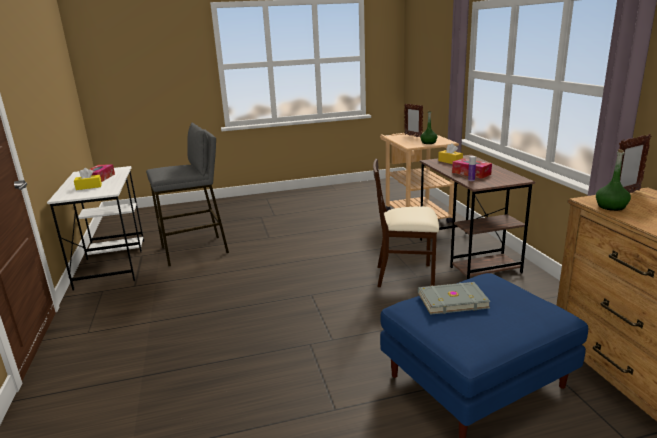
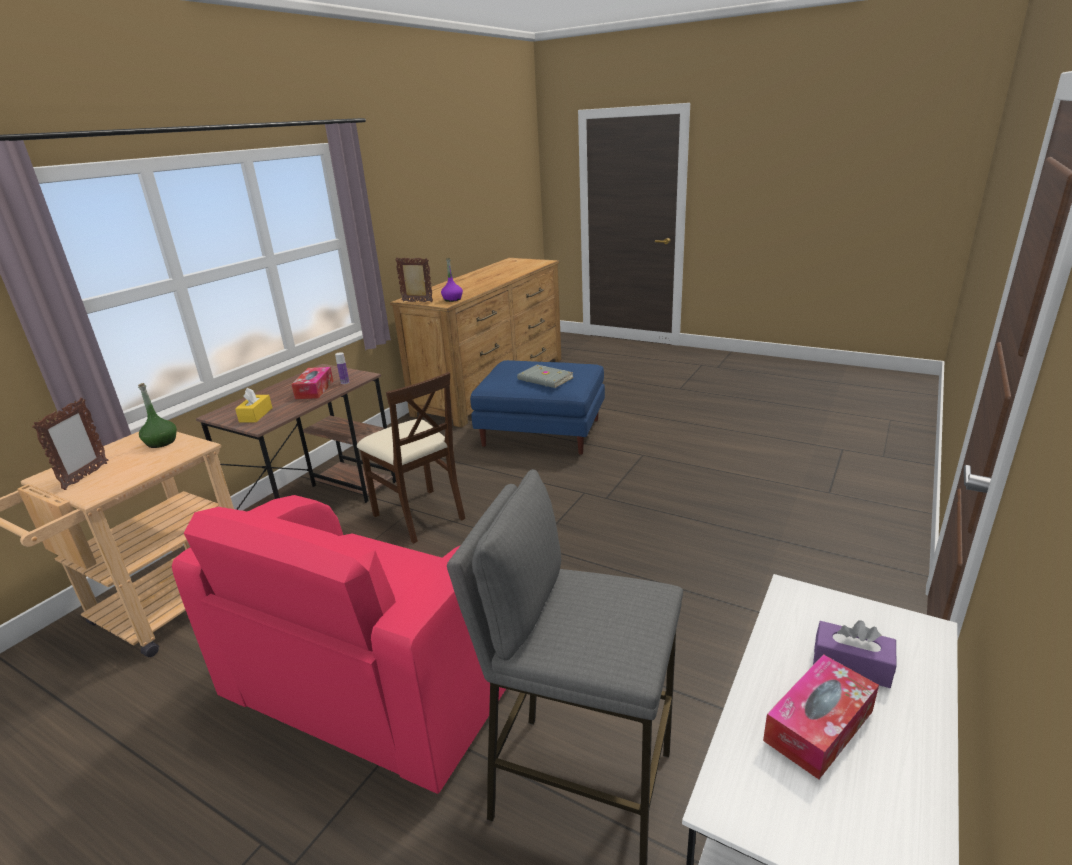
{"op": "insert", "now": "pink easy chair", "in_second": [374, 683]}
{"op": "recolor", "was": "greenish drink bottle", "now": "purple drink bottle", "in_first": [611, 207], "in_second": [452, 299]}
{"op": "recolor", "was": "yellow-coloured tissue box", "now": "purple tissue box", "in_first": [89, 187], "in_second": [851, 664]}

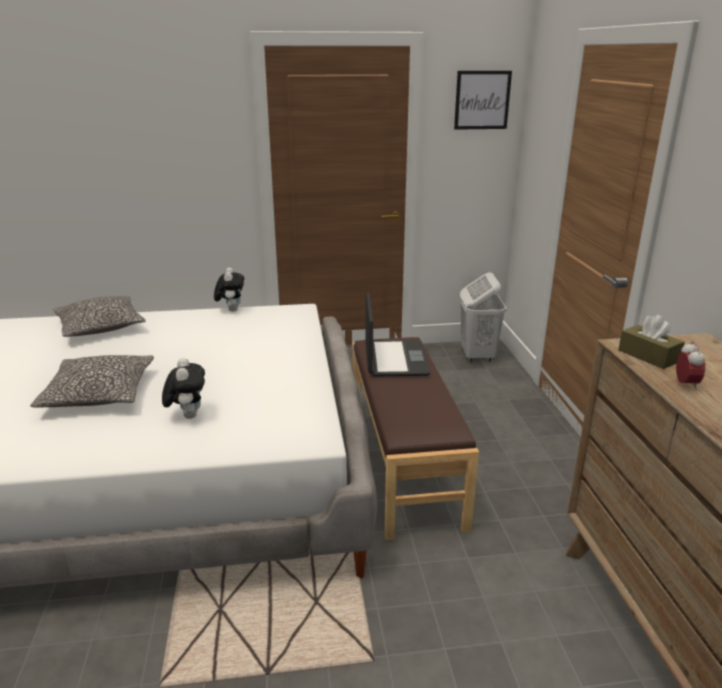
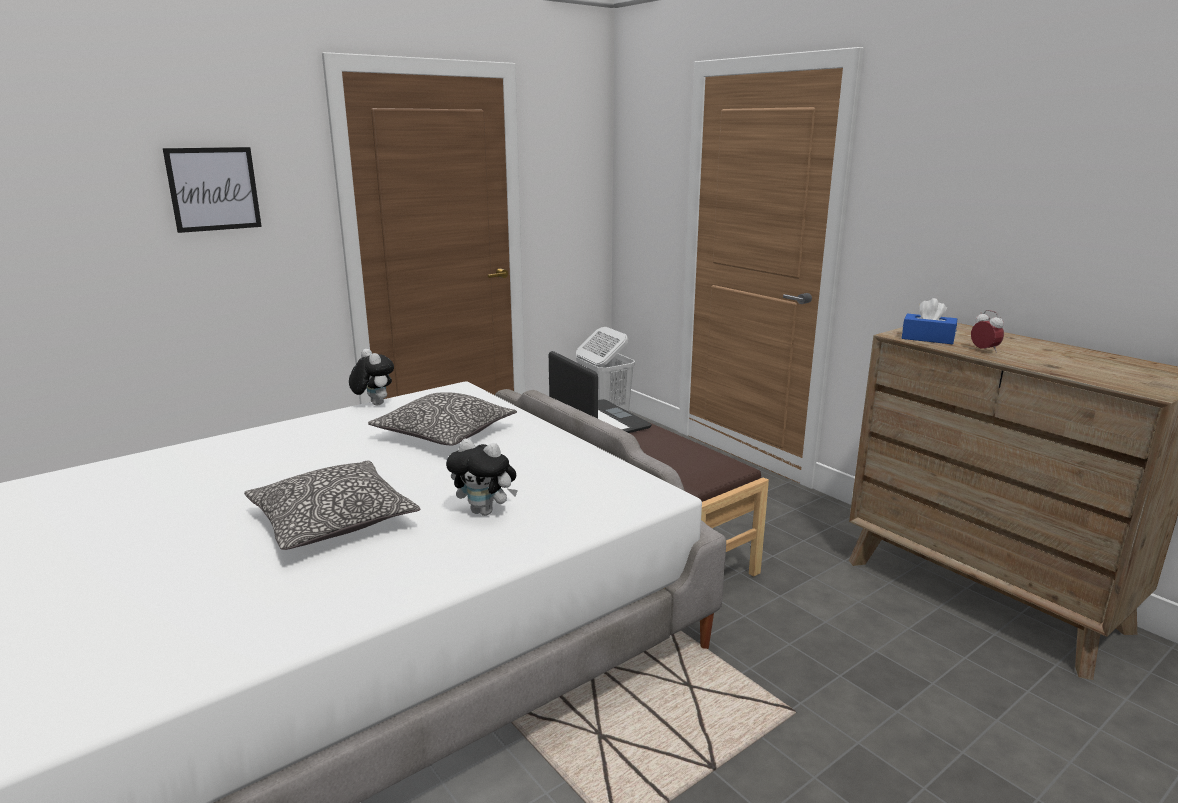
{"op": "move", "was": "wall art", "in_first": [482, 100], "in_second": [214, 189]}
{"op": "move", "was": "cushion", "in_first": [100, 327], "in_second": [444, 434]}
{"op": "rotate", "was": "cuddly toy", "in_first": [187, 415], "in_second": [485, 512], "clockwise": 150}
{"op": "recolor", "was": "brownish tissue box", "now": "blue tissue box", "in_first": [648, 356], "in_second": [927, 338]}

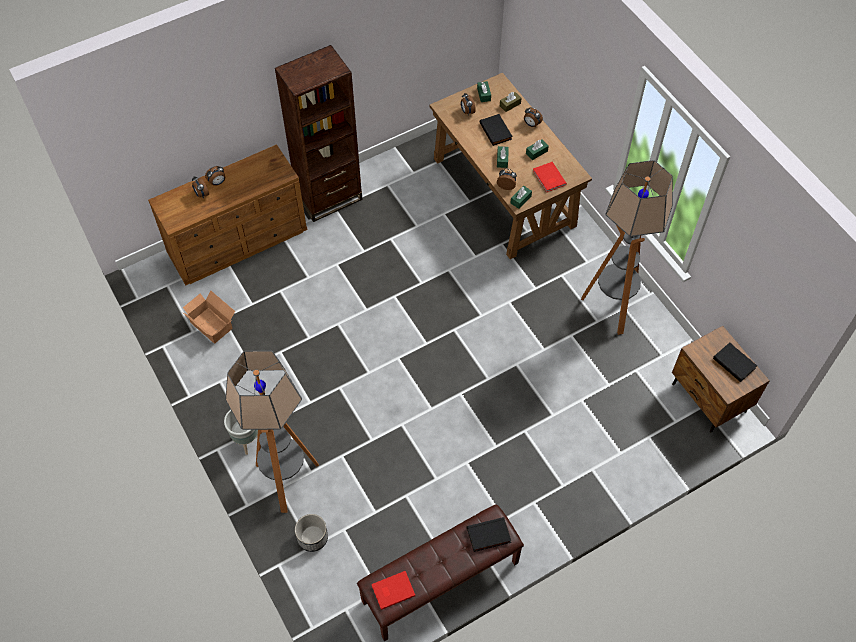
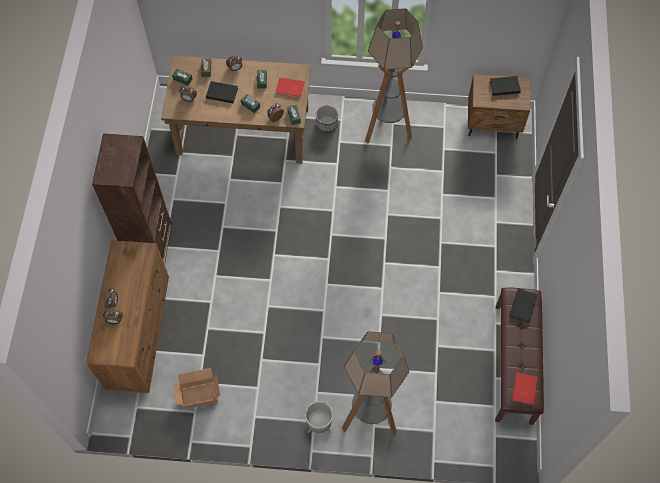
{"op": "move", "was": "planter", "in_first": [312, 538], "in_second": [327, 124]}

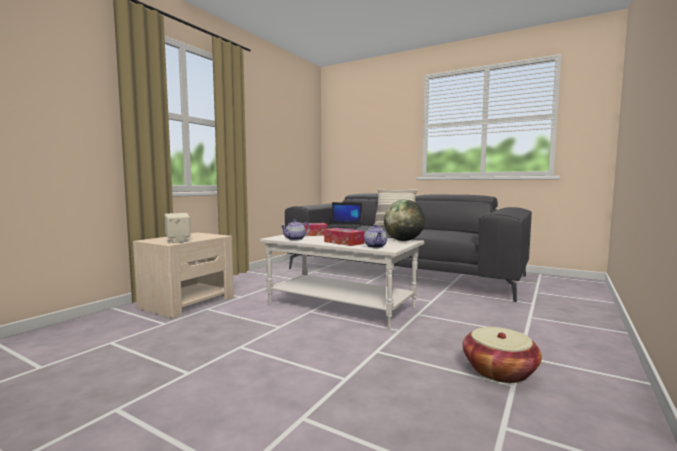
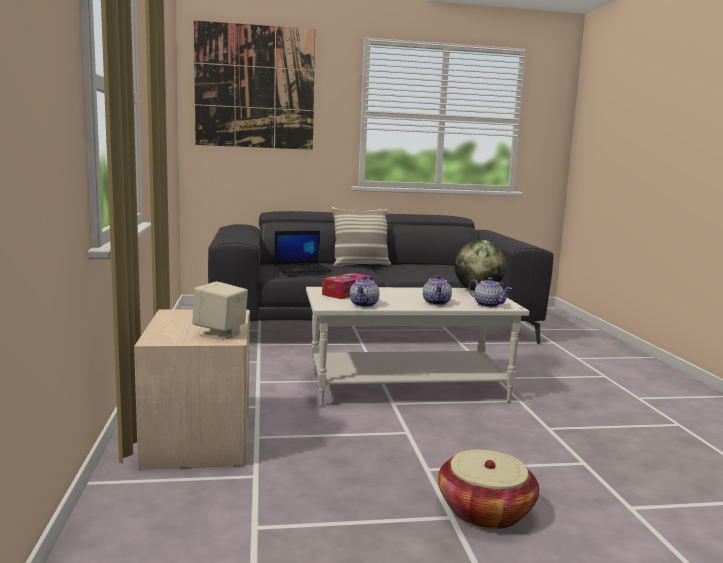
{"op": "insert", "now": "wall art", "in_second": [255, 87]}
{"op": "replace", "was": "tissue box", "now": "tea pot", "in_first": [344, 242], "in_second": [437, 303]}
{"op": "move", "was": "storage basket", "in_first": [499, 371], "in_second": [485, 511]}

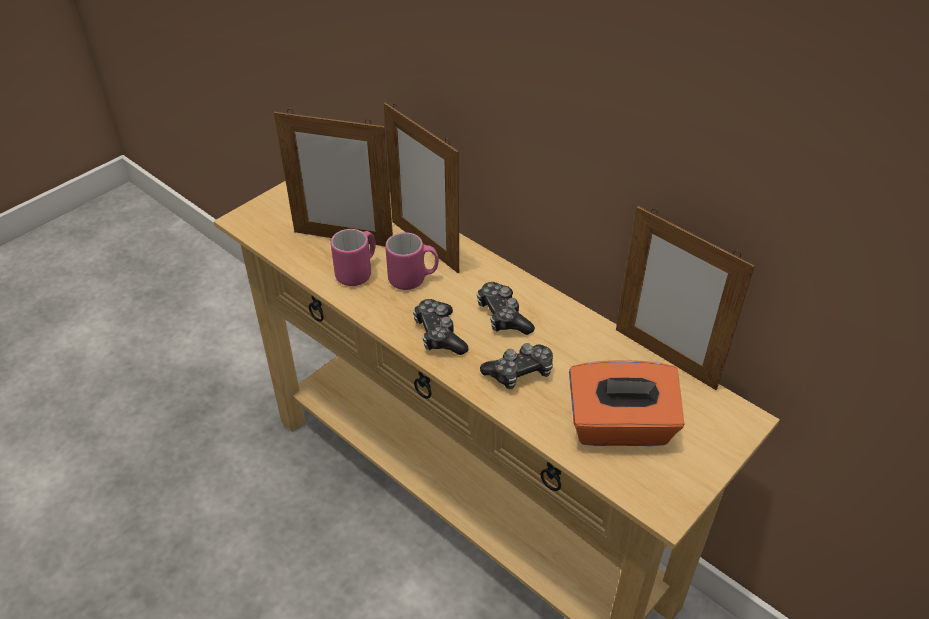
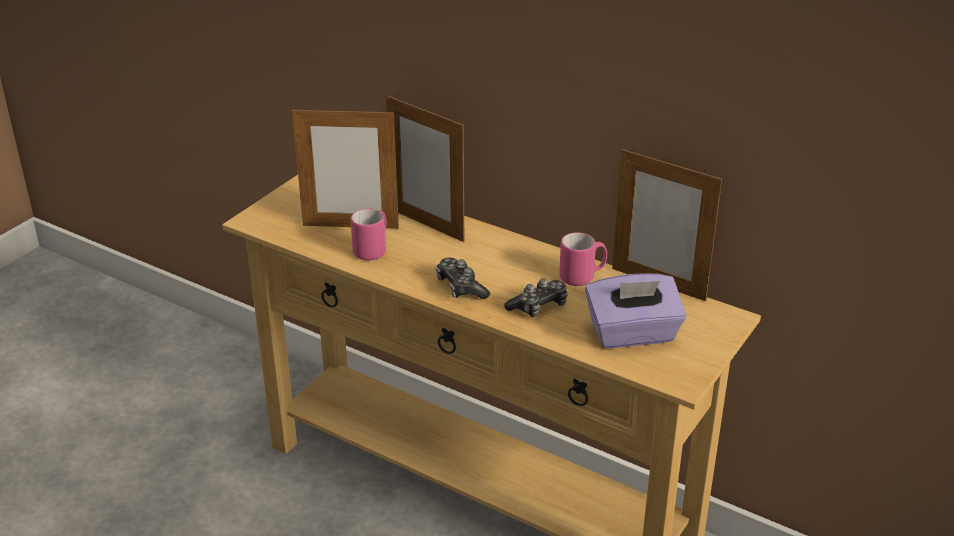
{"op": "move", "was": "pink mug", "in_first": [413, 279], "in_second": [582, 277]}
{"op": "recolor", "was": "orange tissue box", "now": "purple tissue box", "in_first": [620, 427], "in_second": [632, 334]}
{"op": "delete", "was": "game controller", "in_first": [503, 316]}

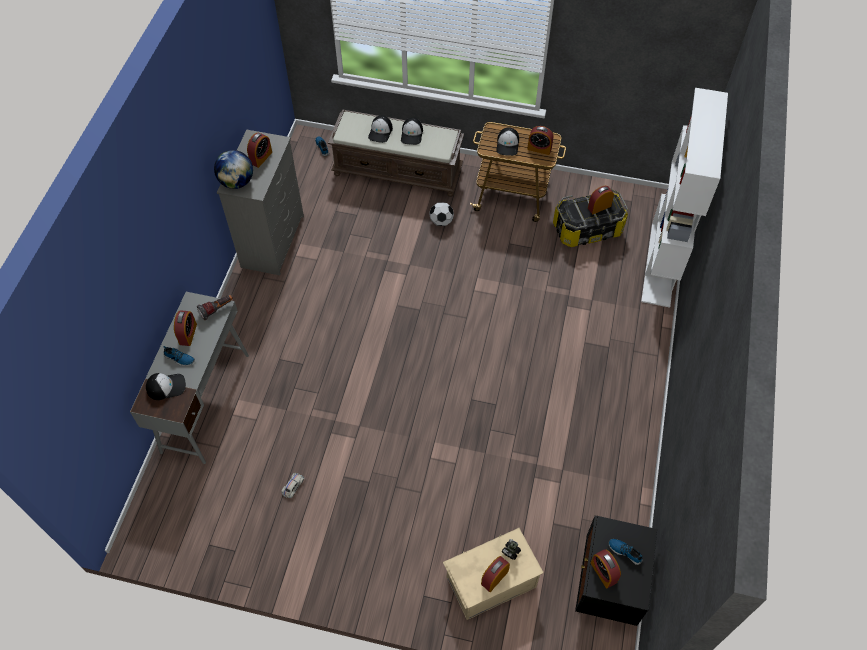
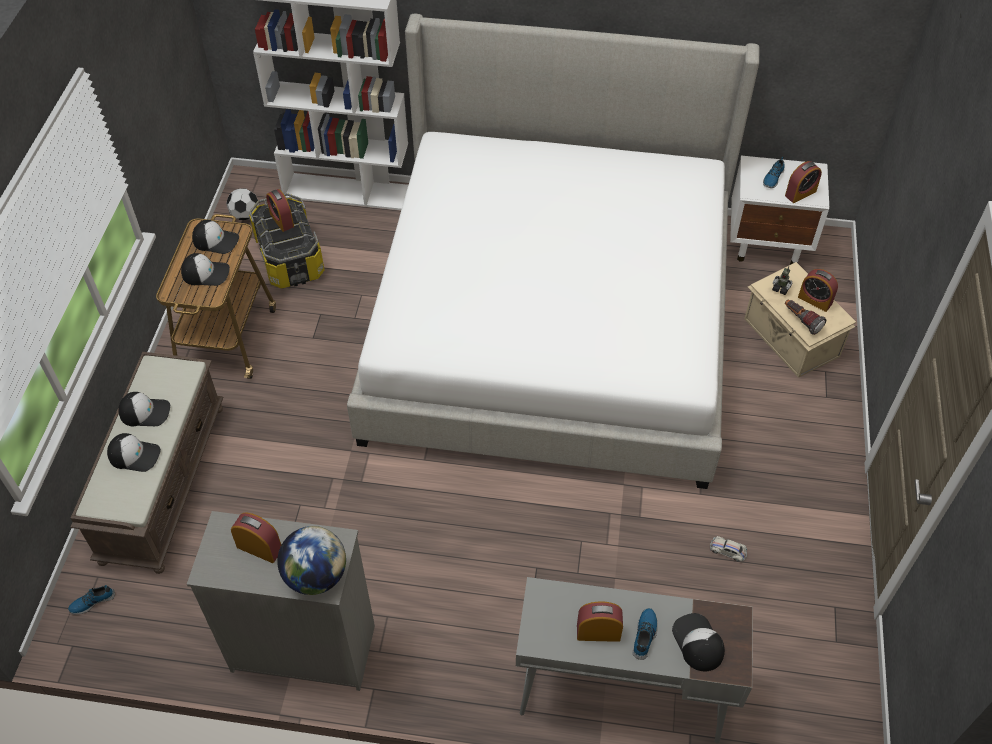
{"op": "replace", "was": "alarm clock", "now": "cap", "in_first": [539, 149], "in_second": [216, 240]}
{"op": "move", "was": "football ball", "in_first": [441, 222], "in_second": [245, 215]}
{"op": "insert", "now": "bed", "in_second": [551, 323]}
{"op": "recolor", "was": "black night table", "now": "whitish night table", "in_first": [607, 588], "in_second": [768, 244]}
{"op": "move", "was": "hand torch", "in_first": [217, 310], "in_second": [801, 321]}

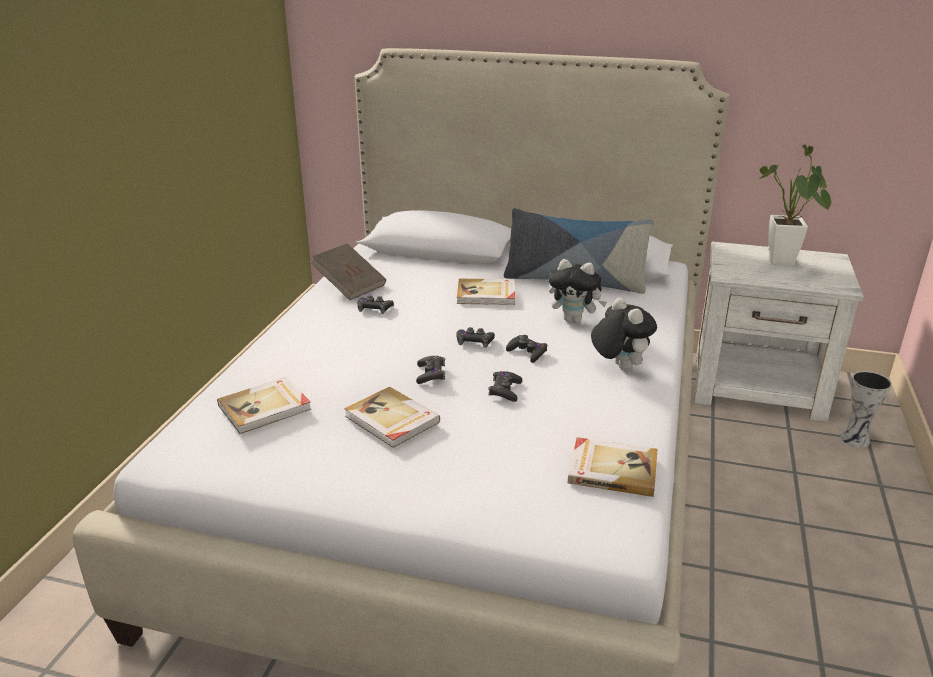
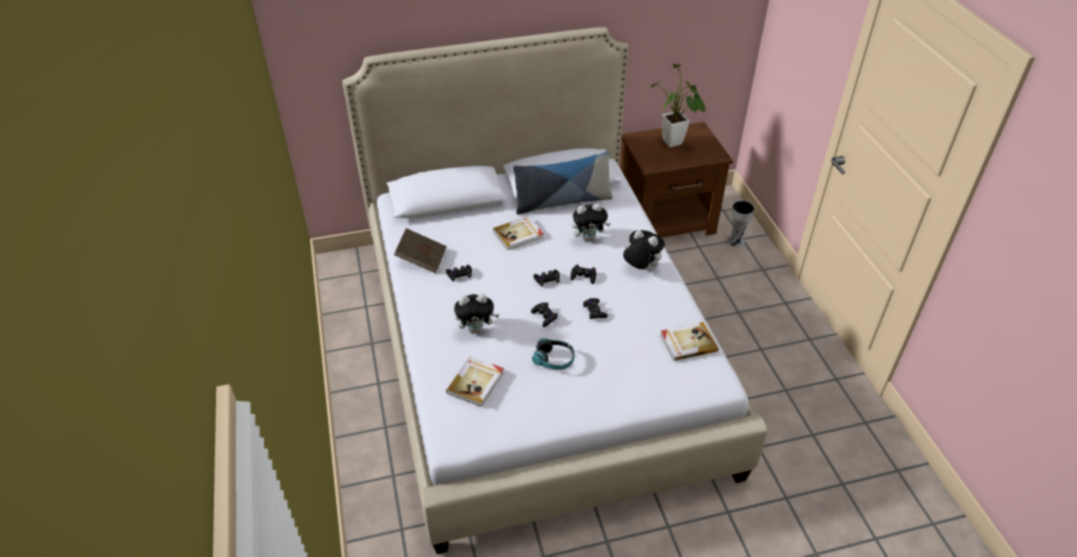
{"op": "insert", "now": "cuddly toy", "in_second": [476, 329]}
{"op": "replace", "was": "book", "now": "headphones", "in_first": [391, 420], "in_second": [554, 359]}
{"op": "recolor", "was": "whitish night table", "now": "brownish night table", "in_first": [759, 388], "in_second": [667, 220]}

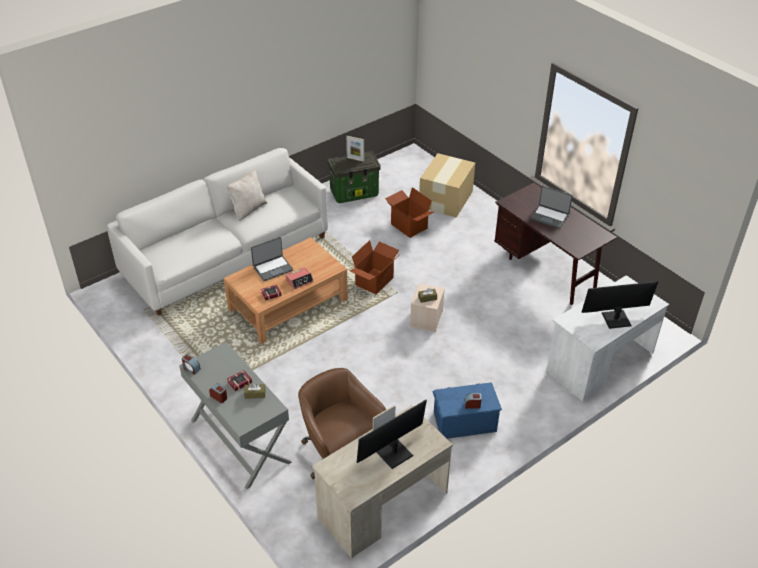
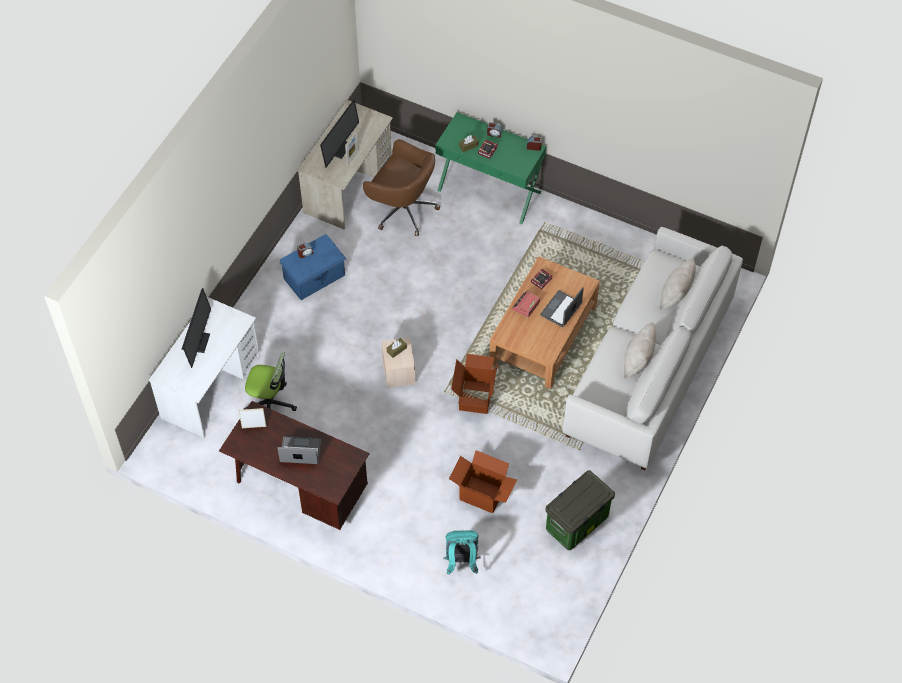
{"op": "rotate", "was": "computer screen", "in_first": [616, 318], "in_second": [196, 341], "clockwise": -45}
{"op": "move", "was": "photo frame", "in_first": [355, 159], "in_second": [254, 426]}
{"op": "insert", "now": "office chair", "in_second": [270, 404]}
{"op": "recolor", "was": "grey console table", "now": "greenish console table", "in_first": [240, 441], "in_second": [489, 190]}
{"op": "replace", "was": "packing box", "now": "turquoise-coloured knapsack", "in_first": [446, 199], "in_second": [461, 562]}
{"op": "insert", "now": "beige cushion", "in_second": [675, 296]}

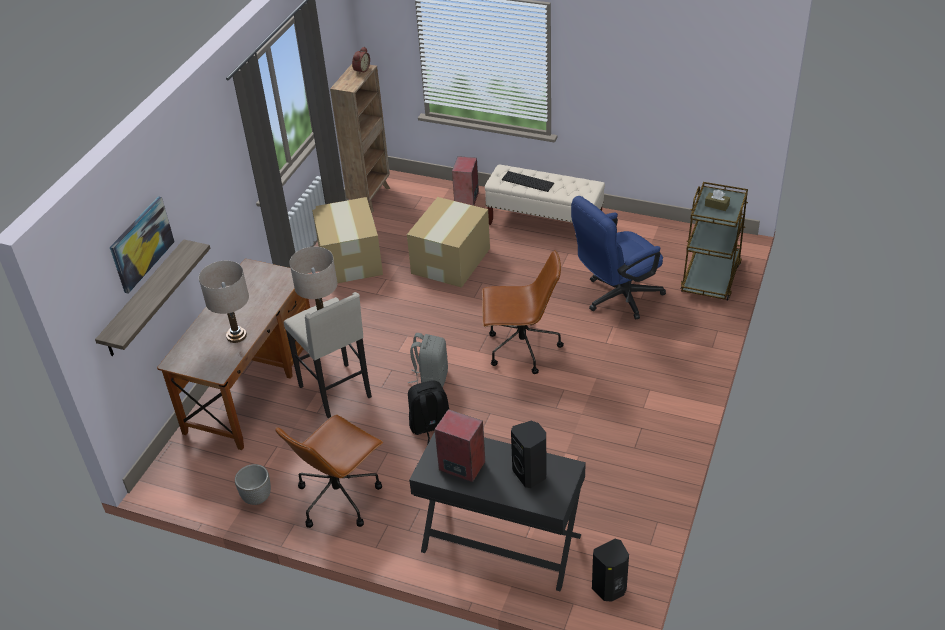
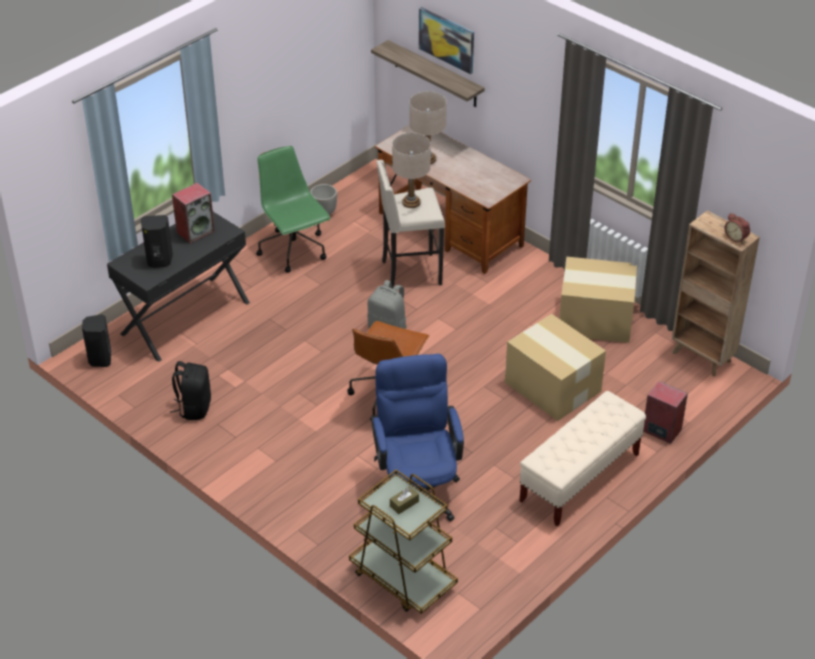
{"op": "move", "was": "black knapsack", "in_first": [430, 427], "in_second": [194, 408]}
{"op": "recolor", "was": "brownish office chair", "now": "greenish office chair", "in_first": [339, 497], "in_second": [294, 250]}
{"op": "delete", "was": "computer keyboard", "in_first": [528, 181]}

